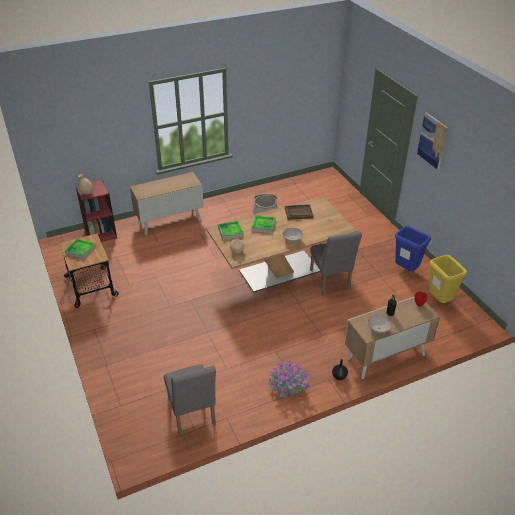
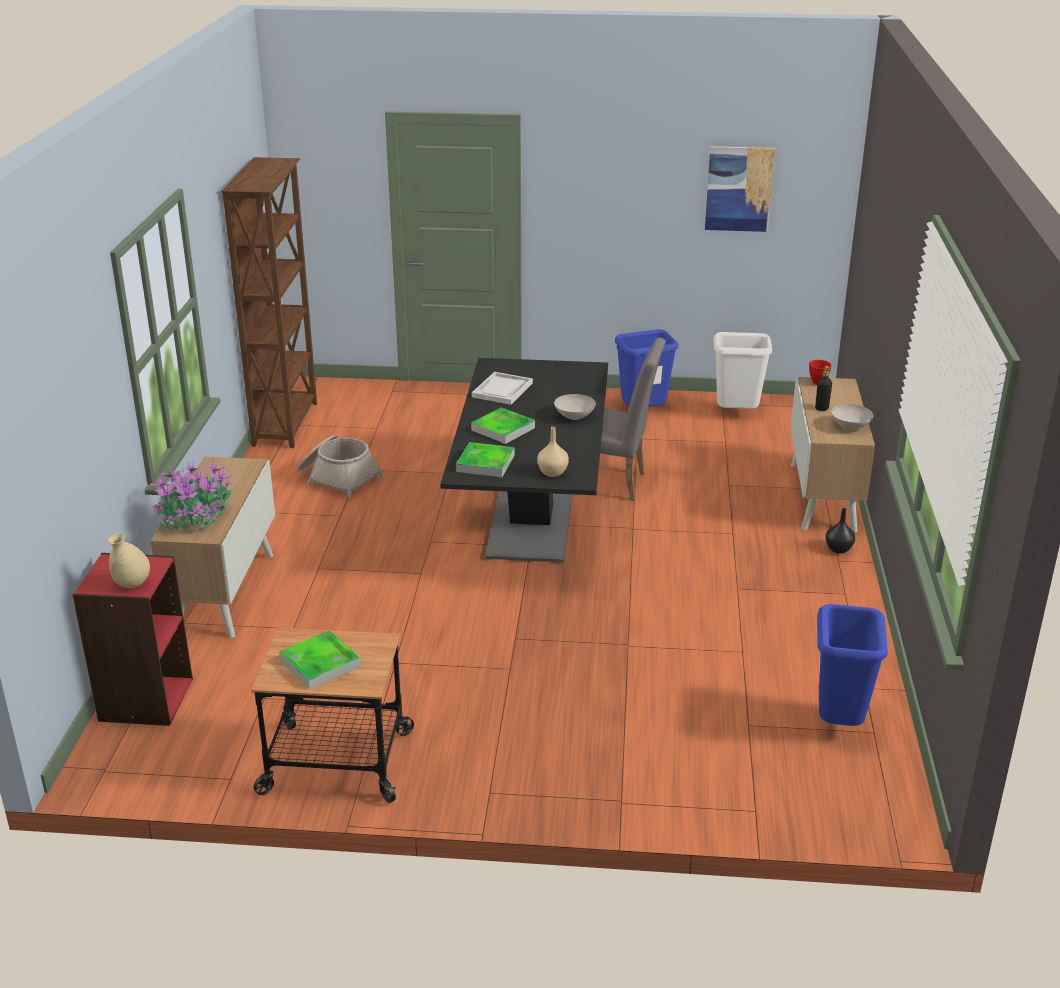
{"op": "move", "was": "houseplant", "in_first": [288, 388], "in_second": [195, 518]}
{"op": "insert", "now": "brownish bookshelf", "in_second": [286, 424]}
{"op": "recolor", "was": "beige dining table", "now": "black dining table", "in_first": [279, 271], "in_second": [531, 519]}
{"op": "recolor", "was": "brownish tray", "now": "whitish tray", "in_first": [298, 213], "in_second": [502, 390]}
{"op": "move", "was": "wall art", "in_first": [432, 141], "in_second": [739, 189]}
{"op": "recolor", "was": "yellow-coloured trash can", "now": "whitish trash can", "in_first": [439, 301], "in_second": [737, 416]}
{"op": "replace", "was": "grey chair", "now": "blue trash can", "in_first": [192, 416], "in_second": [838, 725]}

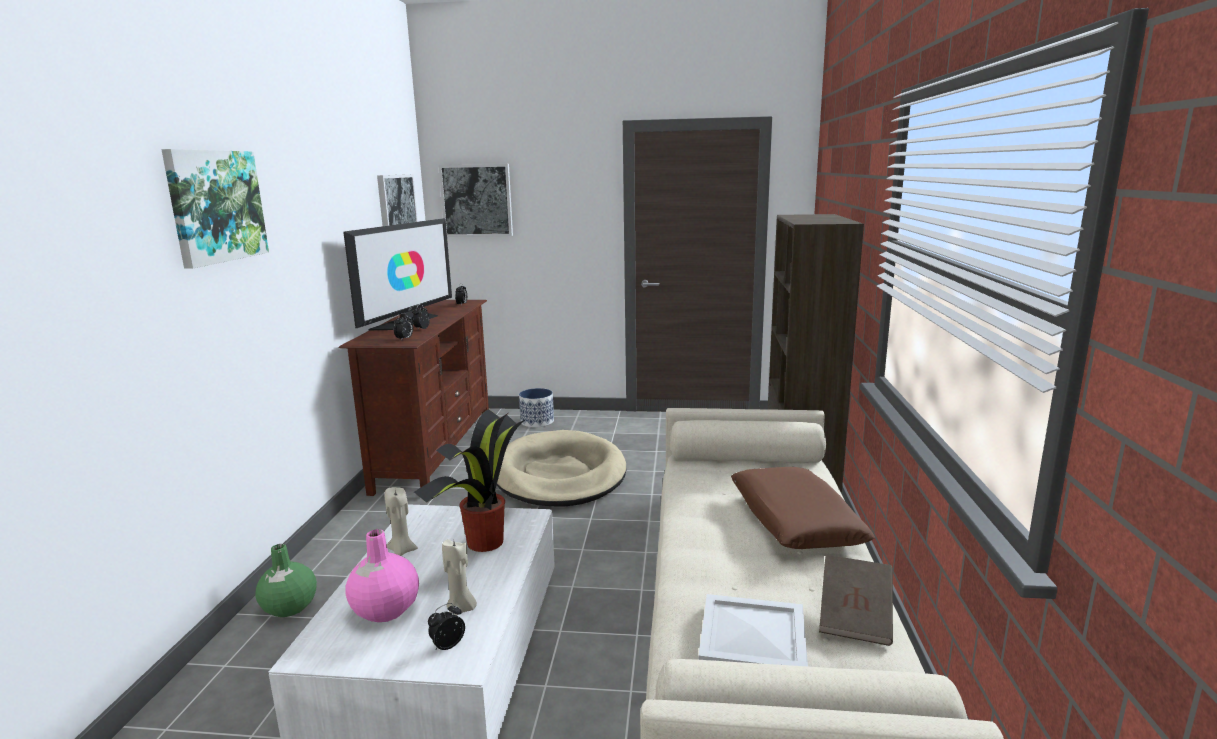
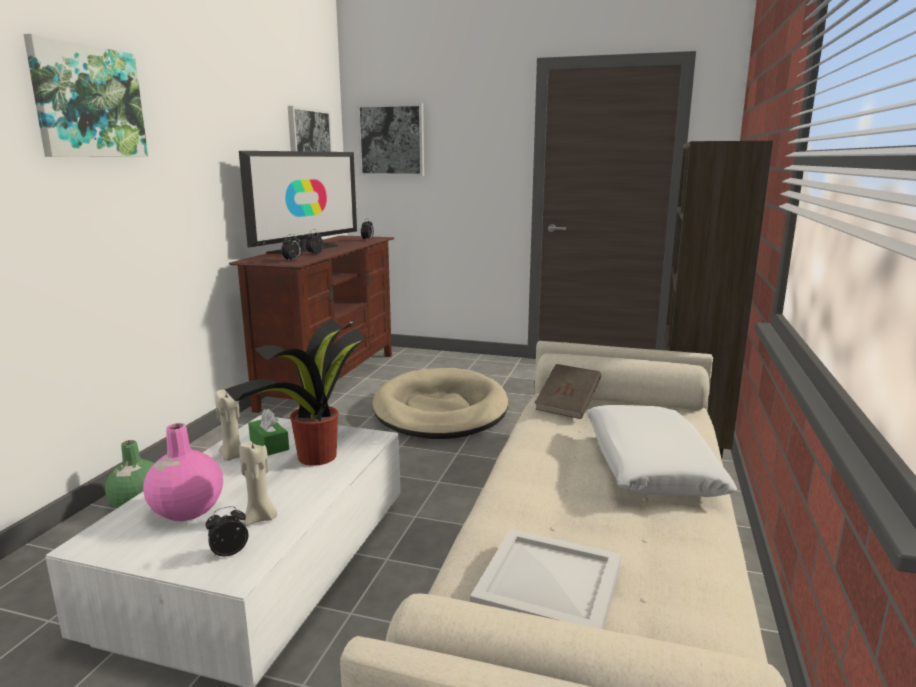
{"op": "insert", "now": "greenish tissue box", "in_second": [269, 445]}
{"op": "move", "was": "brownish book", "in_first": [855, 617], "in_second": [567, 406]}
{"op": "recolor", "was": "brownish cushion", "now": "whitish cushion", "in_first": [795, 521], "in_second": [649, 465]}
{"op": "delete", "was": "planter", "in_first": [537, 422]}

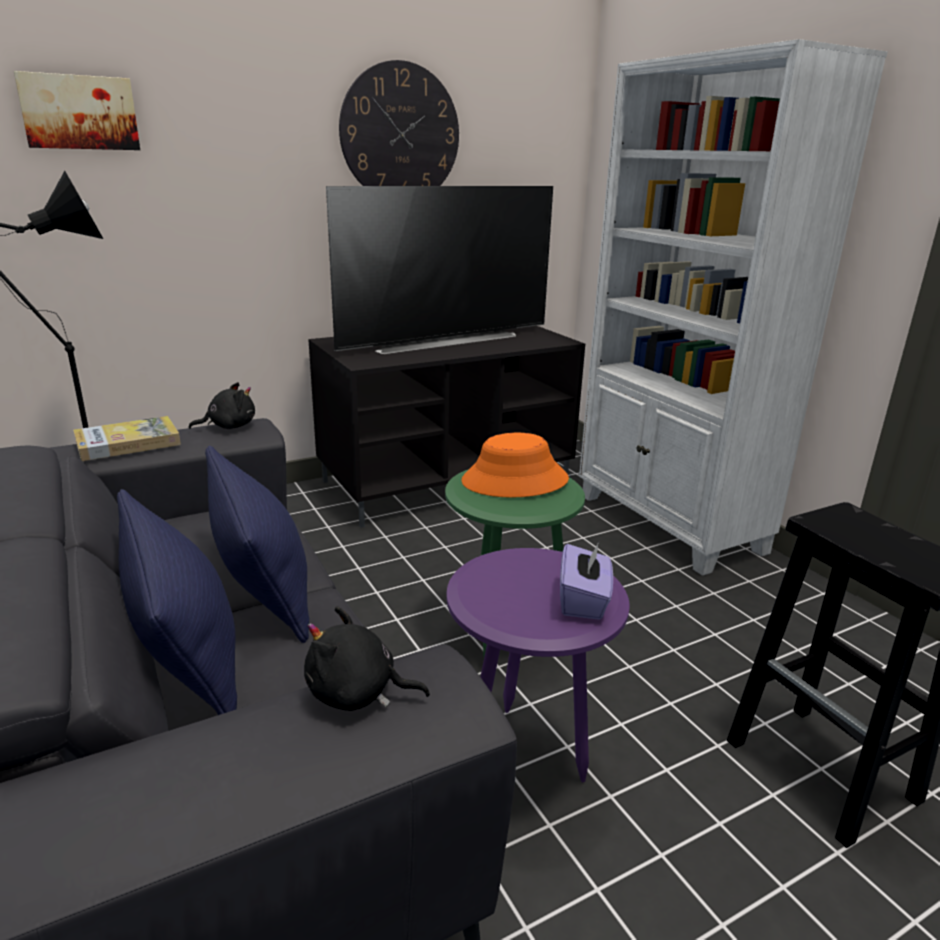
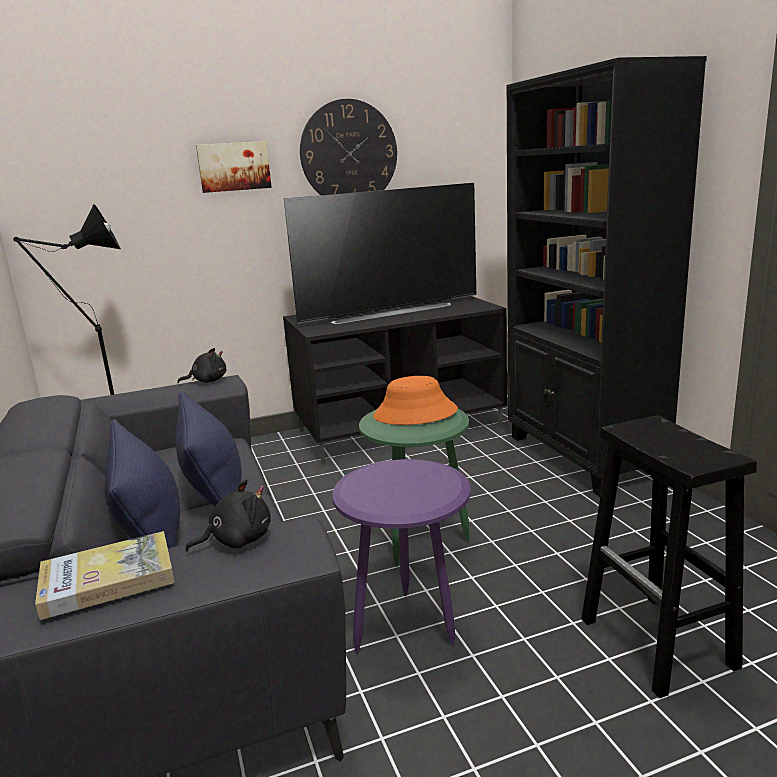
{"op": "move", "was": "book", "in_first": [128, 443], "in_second": [108, 579]}
{"op": "rotate", "was": "black cuddly toy", "in_first": [357, 693], "in_second": [237, 540], "clockwise": 135}
{"op": "move", "was": "wall art", "in_first": [79, 112], "in_second": [234, 166]}
{"op": "recolor", "was": "whitish bookshelf", "now": "black bookshelf", "in_first": [669, 524], "in_second": [583, 457]}
{"op": "delete", "was": "purple tissue box", "in_first": [583, 601]}

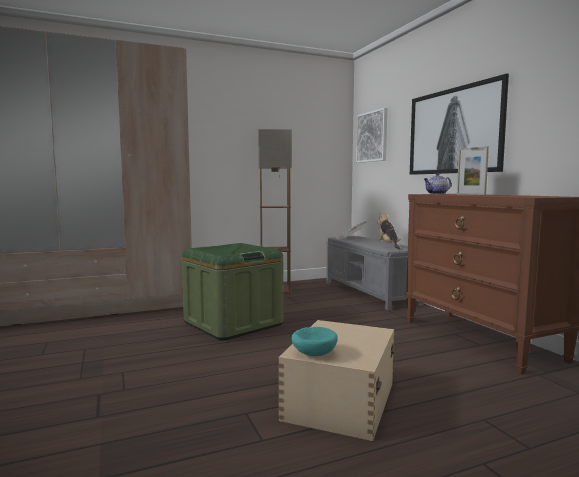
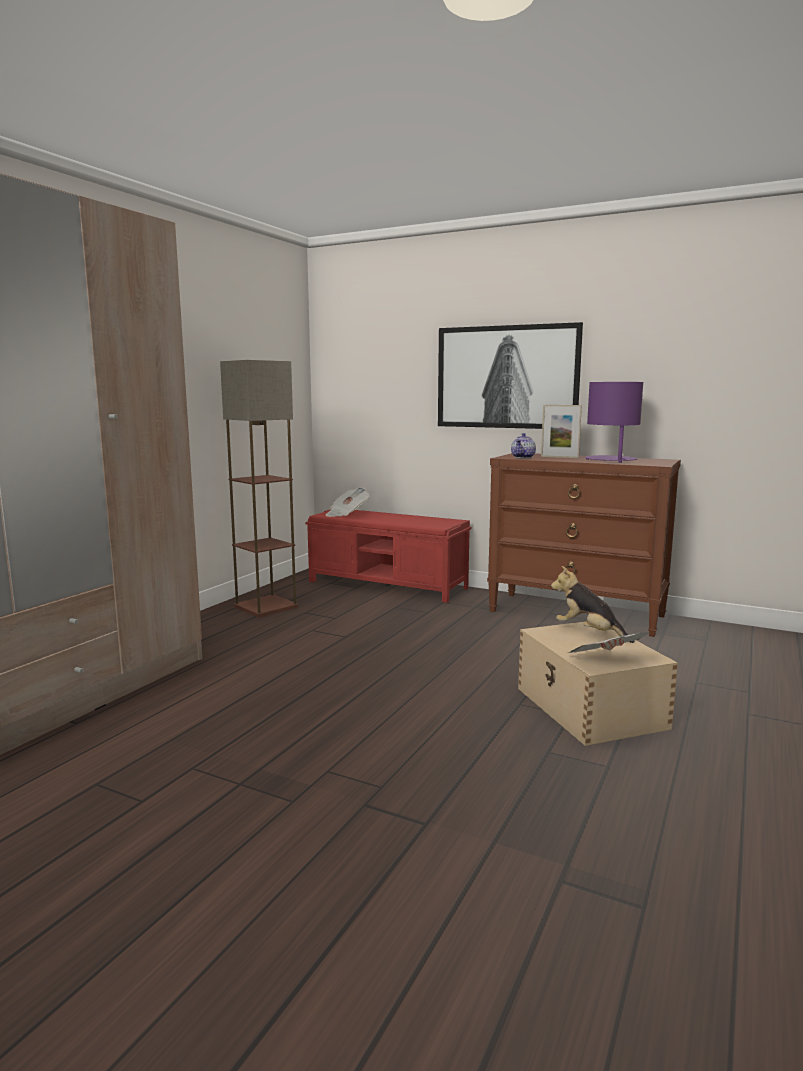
{"op": "recolor", "was": "grey indoor bench", "now": "red-coloured indoor bench", "in_first": [370, 293], "in_second": [388, 585]}
{"op": "move", "was": "cuddly toy", "in_first": [388, 246], "in_second": [588, 632]}
{"op": "replace", "was": "turquoise-coloured bowl", "now": "printed paper", "in_first": [314, 353], "in_second": [605, 663]}
{"op": "insert", "now": "purple table lamp", "in_second": [611, 460]}
{"op": "delete", "was": "greenish storage box", "in_first": [233, 323]}
{"op": "delete", "was": "wall art", "in_first": [372, 136]}

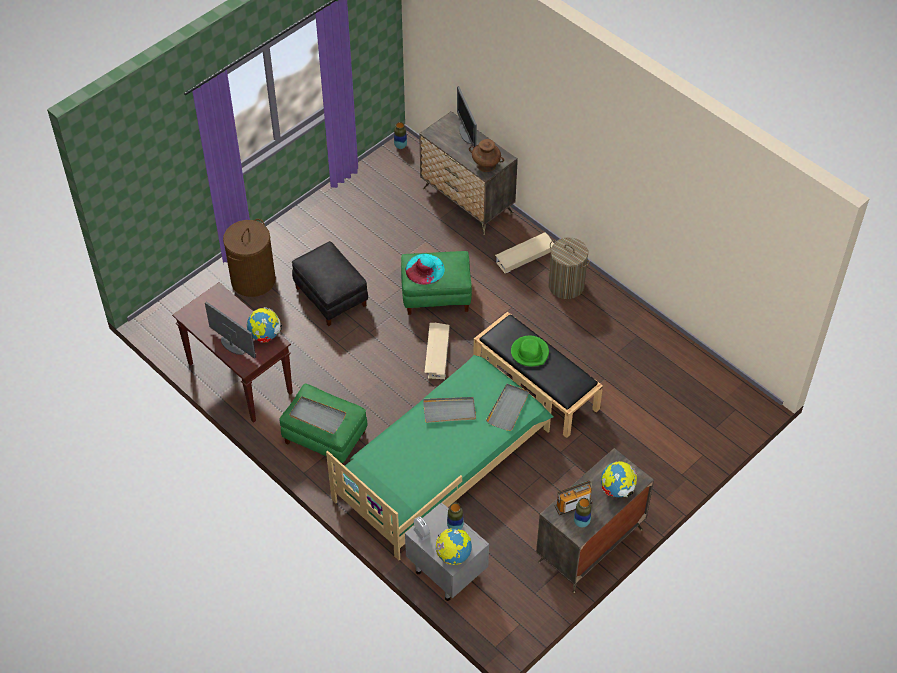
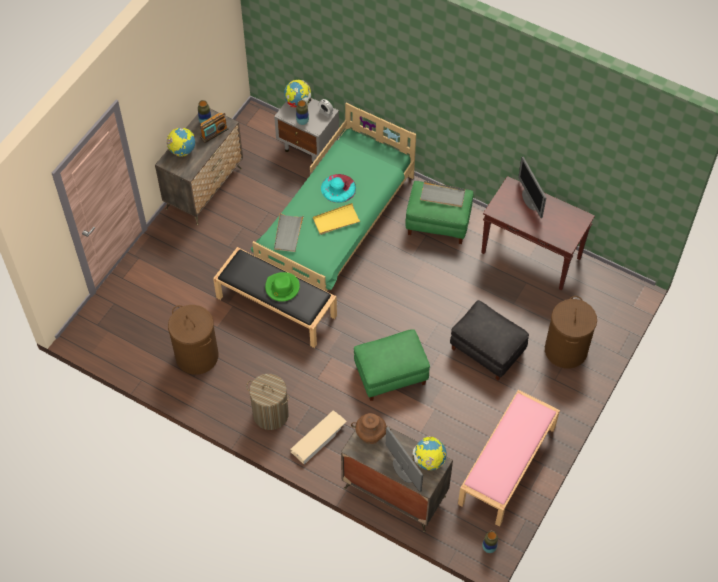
{"op": "insert", "now": "brownish washing basket", "in_second": [197, 356]}
{"op": "recolor", "was": "grey tray", "now": "yellow-coloured tray", "in_first": [449, 411], "in_second": [336, 220]}
{"op": "move", "was": "turquoise-coloured hat", "in_first": [424, 269], "in_second": [338, 188]}
{"op": "move", "was": "desk globe", "in_first": [265, 335], "in_second": [429, 461]}
{"op": "insert", "now": "pink indoor bench", "in_second": [507, 466]}
{"op": "rotate", "was": "computer screen", "in_first": [232, 345], "in_second": [530, 200], "clockwise": 45}
{"op": "delete", "was": "beige storage box", "in_first": [436, 353]}

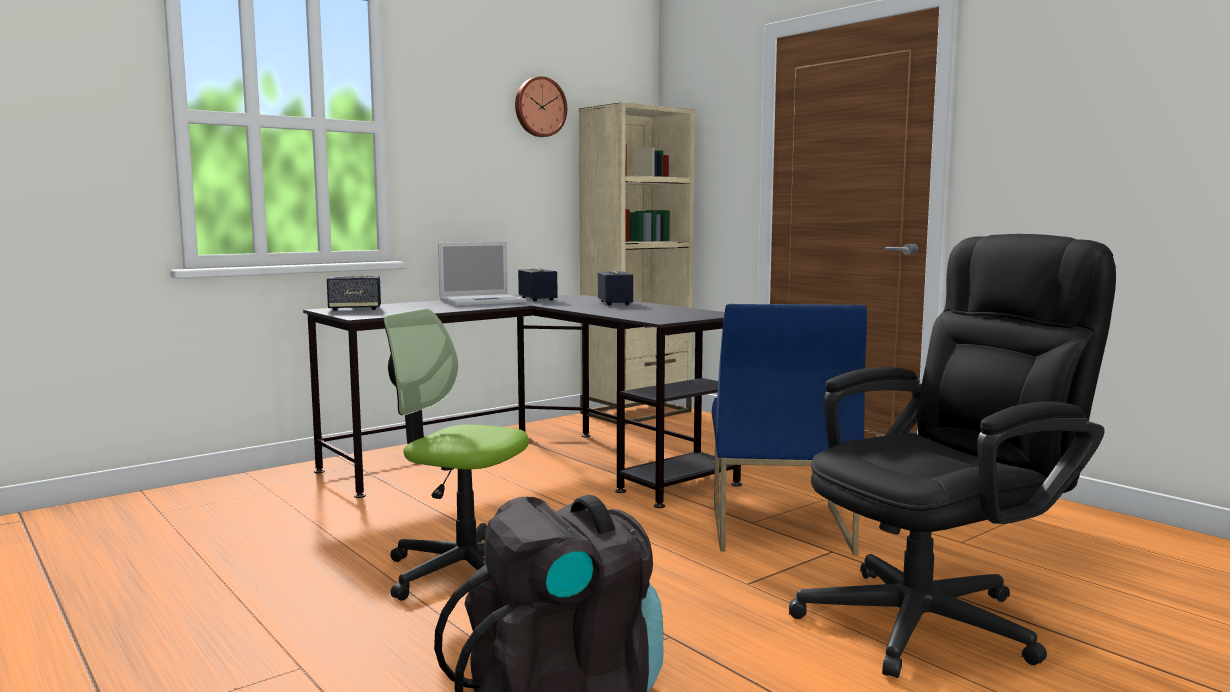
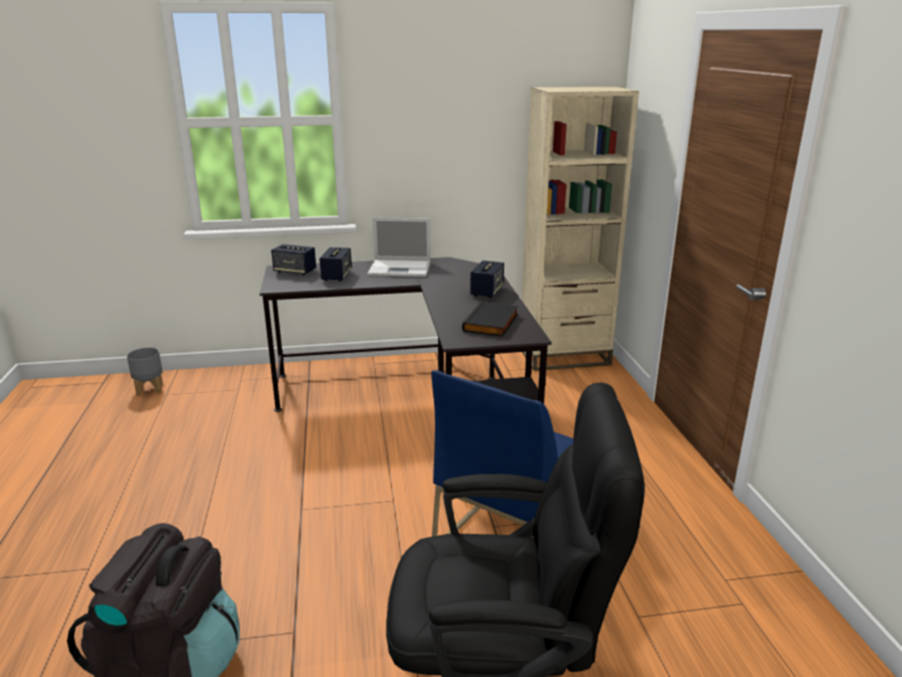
{"op": "insert", "now": "grey planter", "in_second": [150, 389]}
{"op": "move", "was": "audio speaker", "in_first": [537, 299], "in_second": [336, 276]}
{"op": "insert", "now": "black book", "in_second": [492, 323]}
{"op": "delete", "was": "office chair", "in_first": [463, 571]}
{"op": "delete", "was": "clock on the wall", "in_first": [539, 107]}

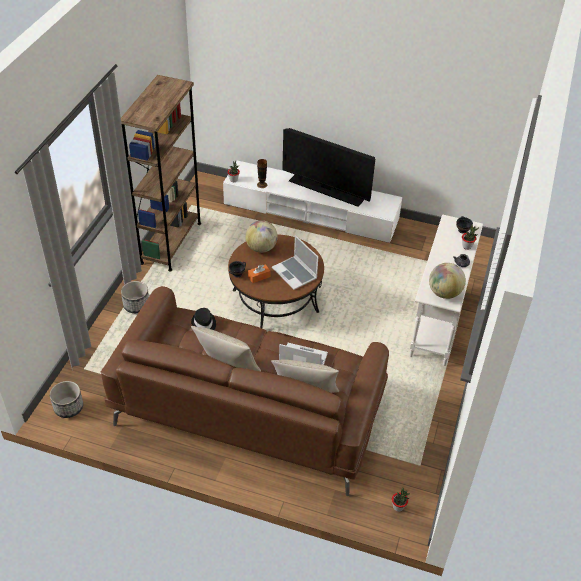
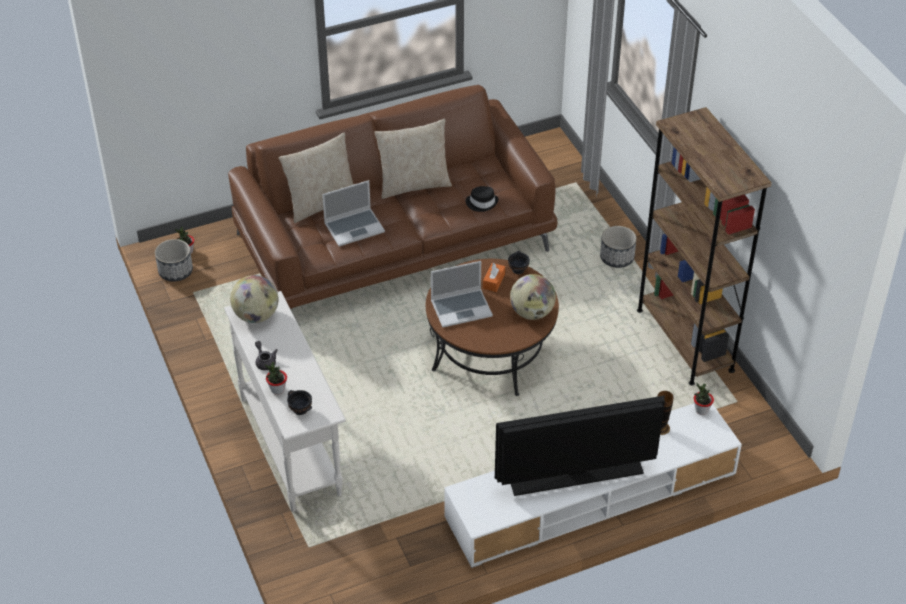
{"op": "move", "was": "planter", "in_first": [68, 407], "in_second": [175, 271]}
{"op": "rotate", "was": "portable computer", "in_first": [295, 274], "in_second": [462, 308], "clockwise": 150}

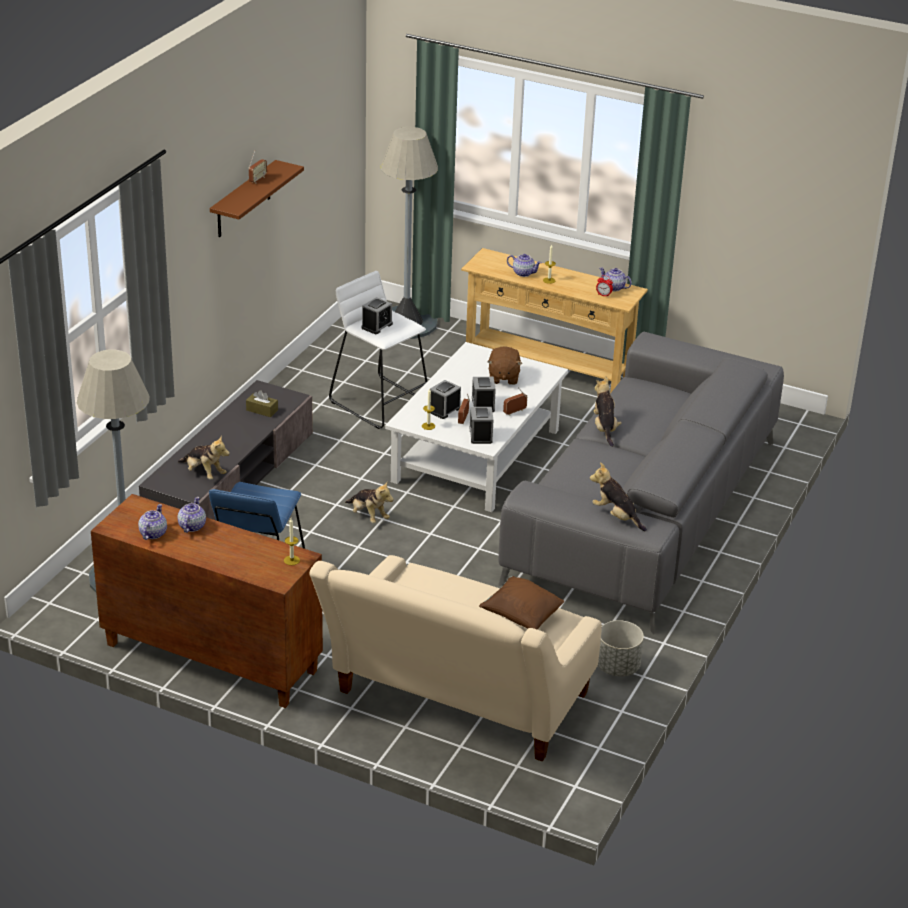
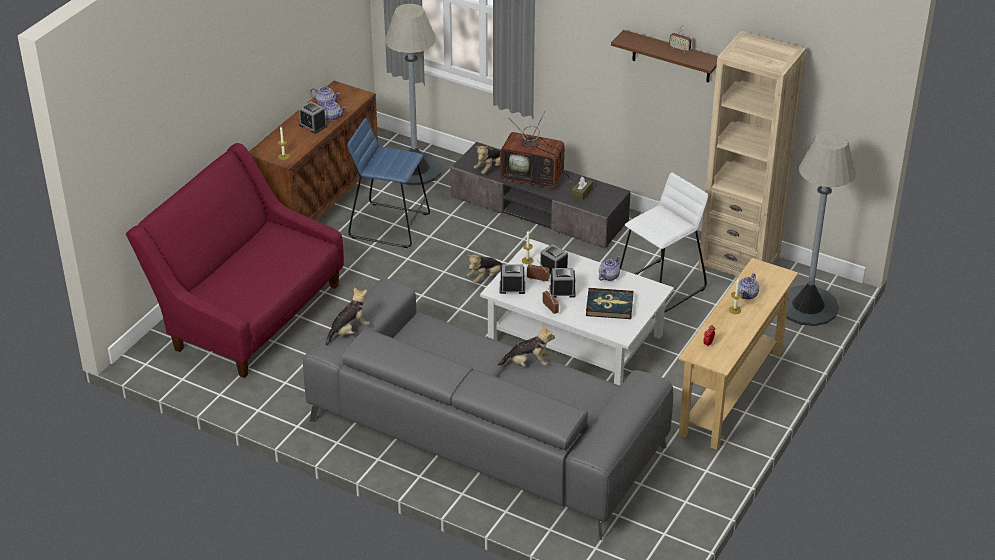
{"op": "recolor", "was": "beige couch", "now": "red-coloured couch", "in_first": [456, 702], "in_second": [248, 313]}
{"op": "move", "was": "alarm clock", "in_first": [377, 326], "in_second": [313, 126]}
{"op": "insert", "now": "television", "in_second": [534, 177]}
{"op": "replace", "was": "brownish cuddly toy", "now": "book", "in_first": [503, 377], "in_second": [609, 306]}
{"op": "move", "was": "tea pot", "in_first": [614, 288], "in_second": [608, 276]}
{"op": "insert", "now": "beige bookshelf", "in_second": [738, 264]}
{"op": "delete", "was": "brownish cushion", "in_first": [521, 616]}
{"op": "delete", "was": "grey planter", "in_first": [618, 667]}

